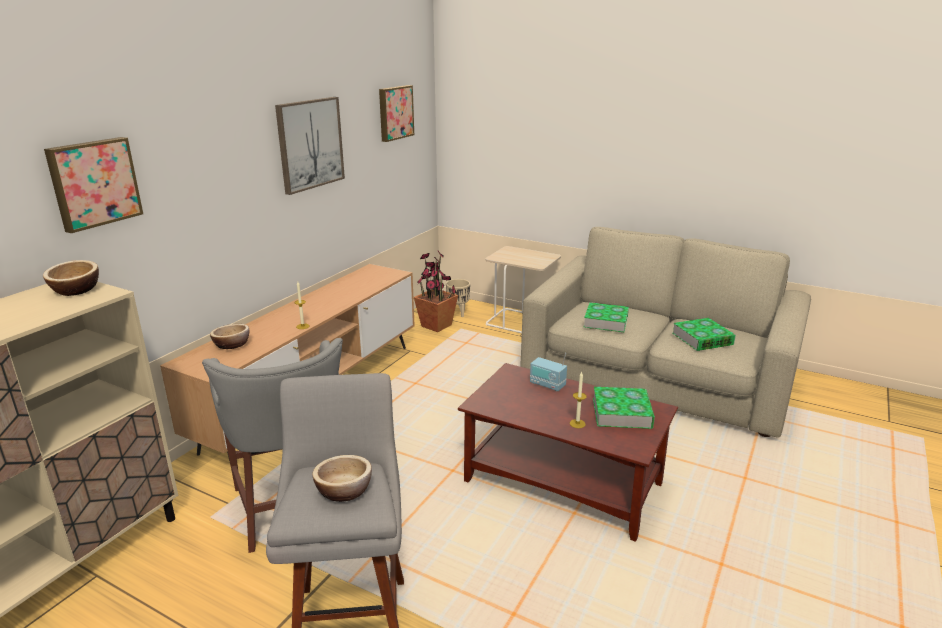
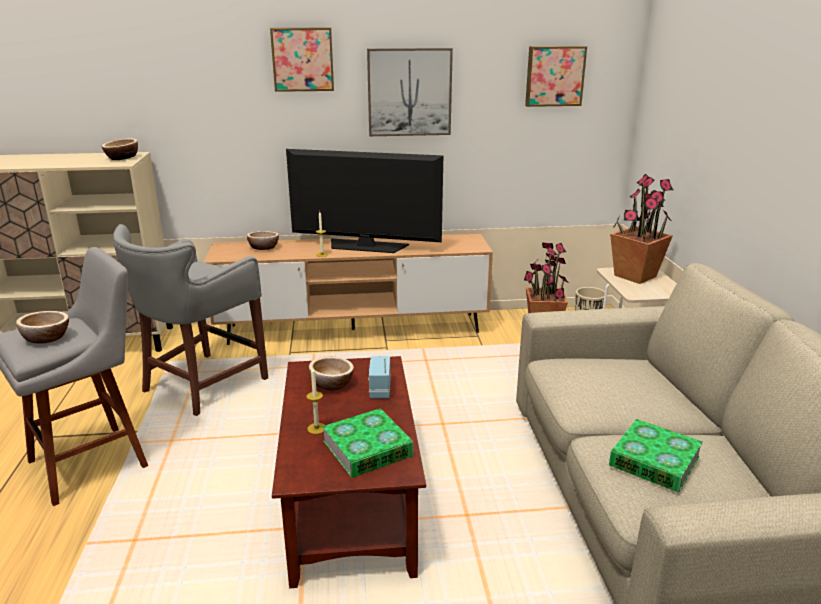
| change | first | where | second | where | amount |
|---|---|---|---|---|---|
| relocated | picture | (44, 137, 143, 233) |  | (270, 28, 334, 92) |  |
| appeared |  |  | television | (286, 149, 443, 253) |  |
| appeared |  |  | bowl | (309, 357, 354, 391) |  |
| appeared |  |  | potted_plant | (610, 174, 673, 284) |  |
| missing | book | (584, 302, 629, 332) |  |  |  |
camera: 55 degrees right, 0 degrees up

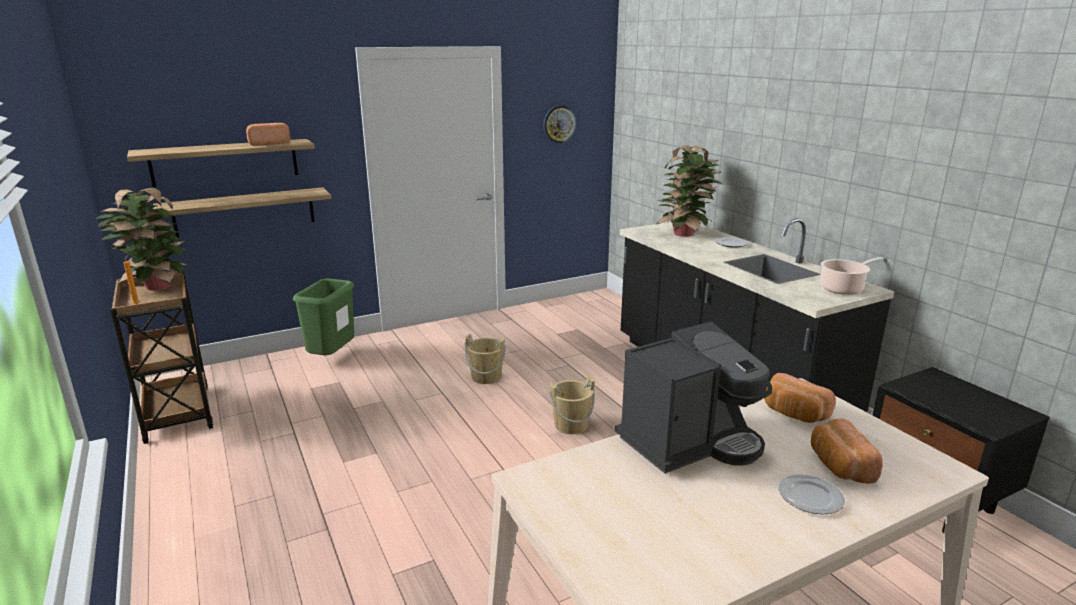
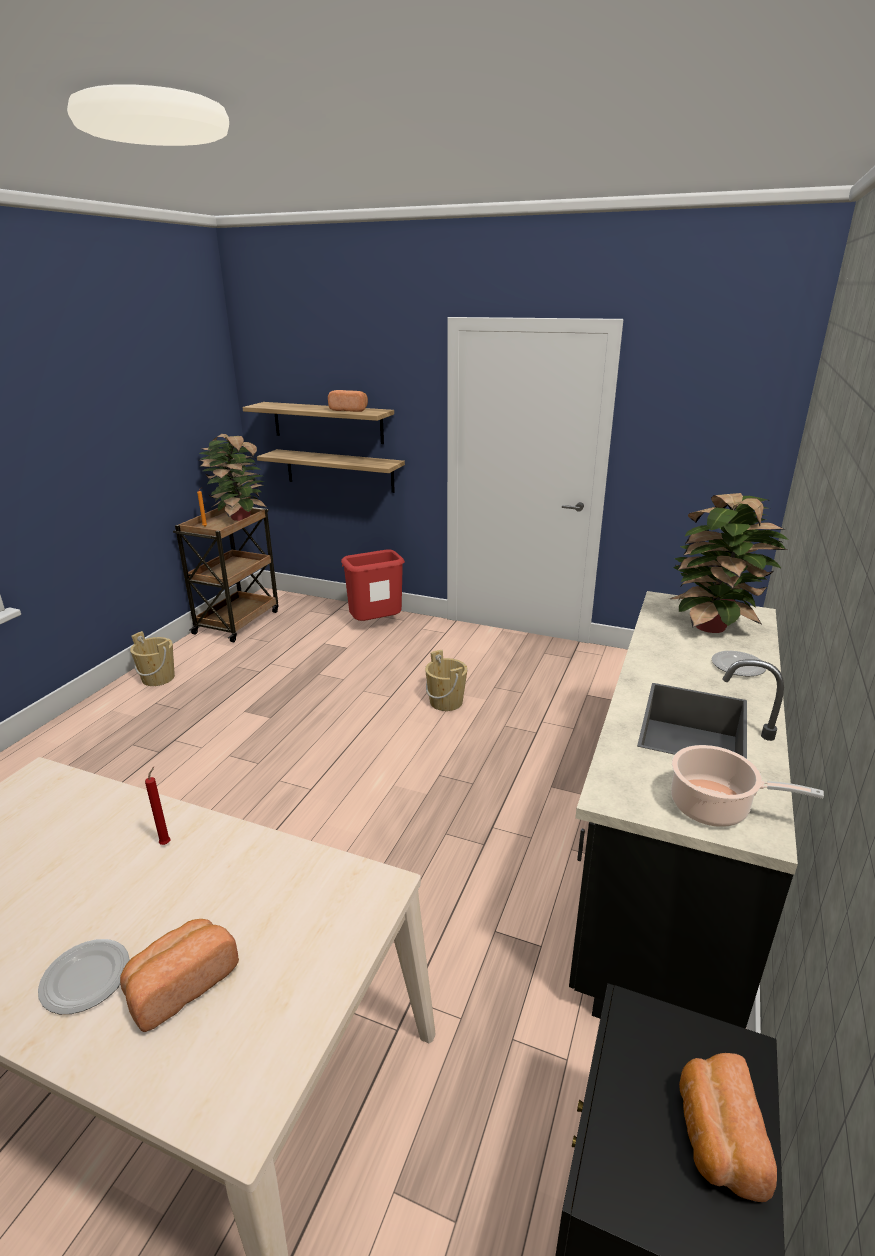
| change | first | where | second | where | amount |
|---|---|---|---|---|---|
| relocated | beige_bucket | (549, 375, 595, 434) |  | (130, 631, 175, 686) |  |
| exchanged | coffee_machine | (615, 322, 772, 474) | red_candle | (145, 767, 171, 845) |  |
| colour | green_trash_can | (293, 278, 354, 355) | red_trash_can | (341, 549, 405, 621) |  |
| relocated | bread | (764, 373, 836, 423) |  | (679, 1053, 777, 1202) |  |
| missing | wall_clock | (543, 105, 577, 143) |  |  |  |
camera: 50 degrees right, 5 degrees up

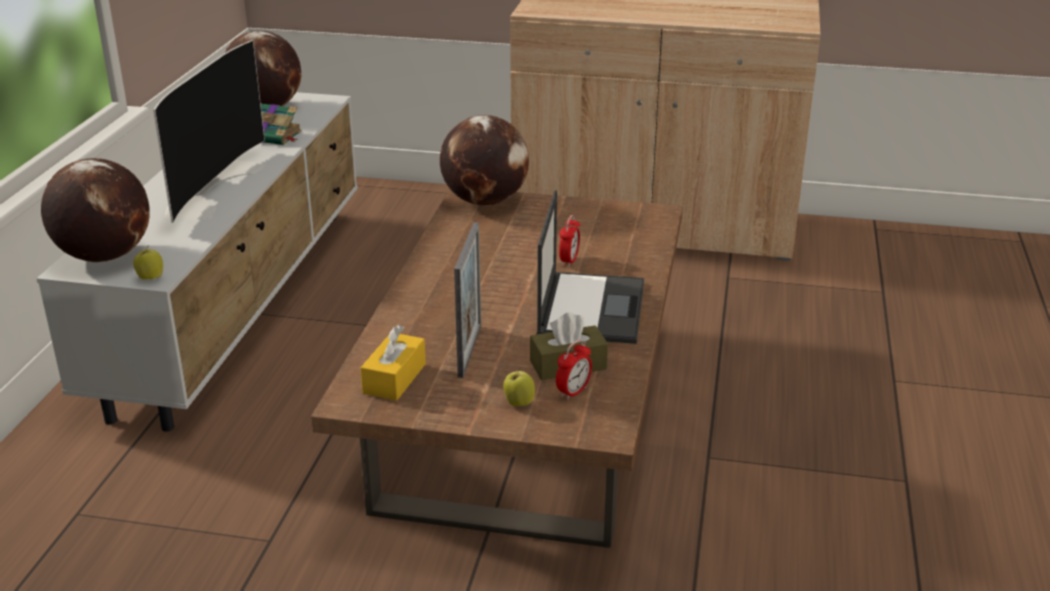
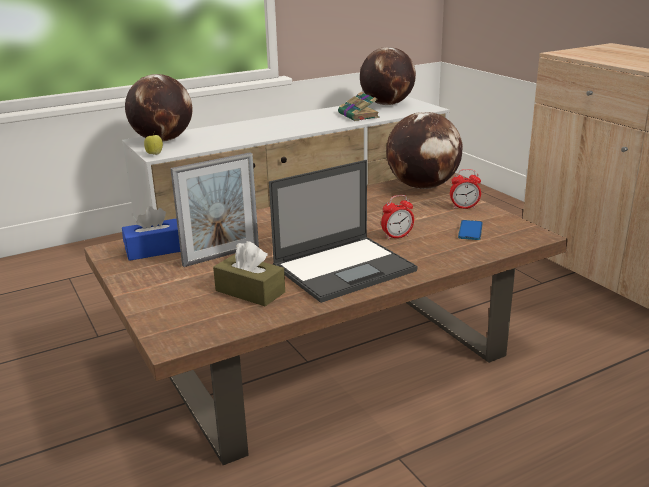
| change | first | where | second | where | amount |
|---|---|---|---|---|---|
| colour | yellow_tissue_box | (360, 325, 426, 401) | blue_tissue_box | (122, 206, 180, 261) |  |
| relocated | alarm_clock | (556, 340, 592, 400) |  | (450, 169, 481, 209) |  |
| appeared |  |  | phone | (458, 220, 483, 240) |  |
| missing | television | (153, 40, 266, 223) |  |  |  |
| missing | apple | (503, 367, 535, 406) |  |  |  |
camera: 50 degrees right, 5 degrees down

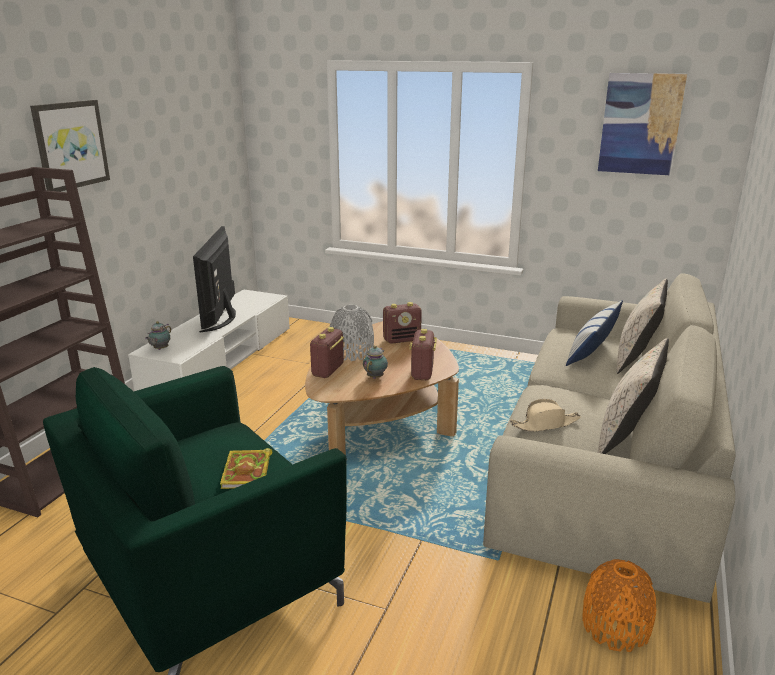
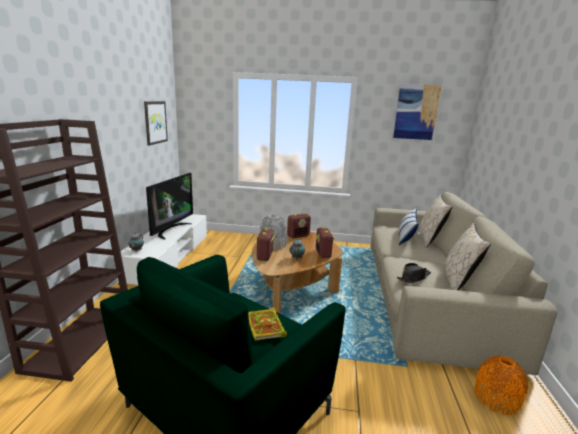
| change | first | where | second | where | amount |
|---|---|---|---|---|---|
| relocated | picture | (30, 100, 110, 192) |  | (144, 101, 168, 146) |  |
| spun | television | (193, 226, 236, 332) |  | (146, 173, 193, 240) | 150 degrees counterclockwise |
| colour | beige_hat | (510, 399, 581, 432) | black_hat | (397, 263, 431, 283) |  |
camera: 15 degrees left, 5 degrees down

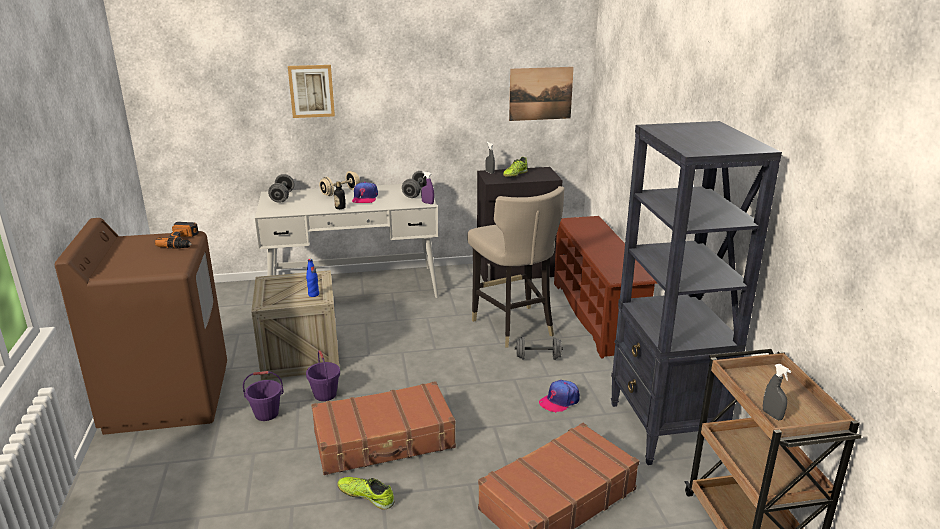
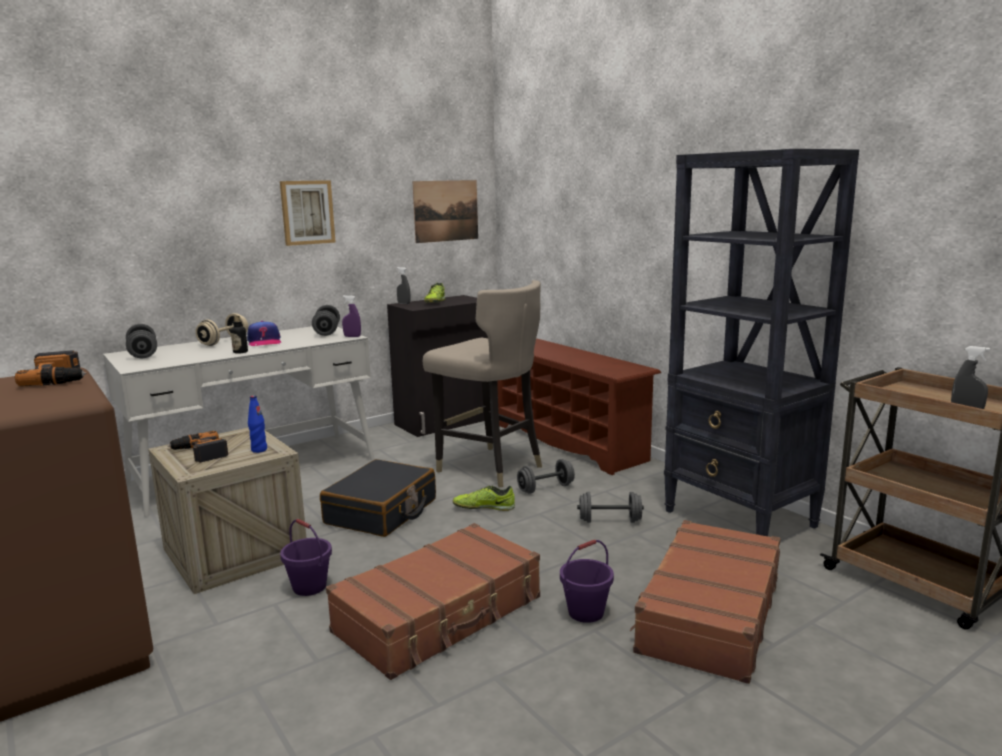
| change | first | where | second | where | amount |
|---|---|---|---|---|---|
| appeared |  |  | power_drill | (168, 431, 228, 462) |  |
| relocated | picture | (288, 65, 335, 118) |  | (280, 180, 336, 246) |  |
| appeared |  |  | black_suitcase | (320, 459, 436, 537) |  |
| relocated | shoe | (337, 477, 395, 510) |  | (453, 486, 515, 511) |  |
| relocated | purple_bucket | (243, 371, 284, 421) |  | (560, 539, 614, 623) |  |
| exchanged | cap | (539, 380, 580, 413) | grey_dumbbell | (577, 492, 644, 523) |  |
camera: 25 degrees left, 10 degrees down

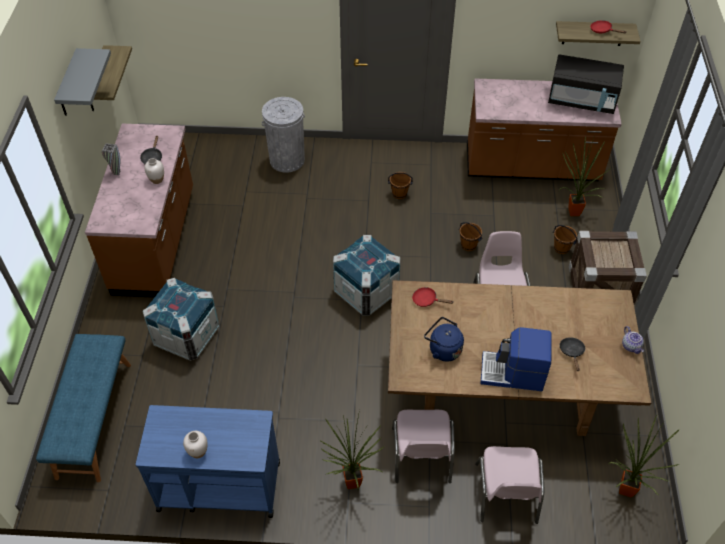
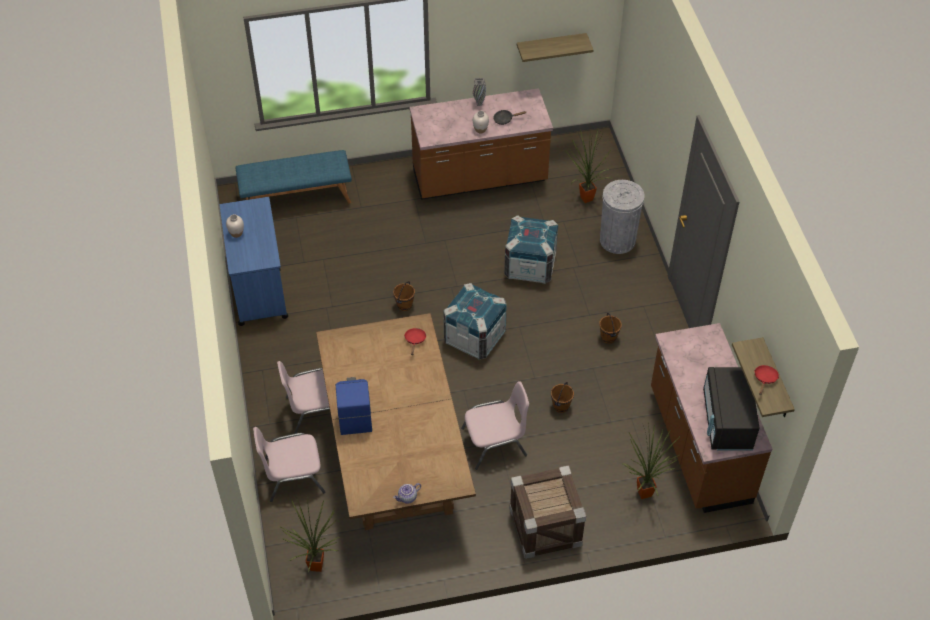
| change | first | where | second | where | amount |
|---|---|---|---|---|---|
| relocated | brown_bucket | (553, 225, 577, 254) |  | (393, 281, 415, 311) |  |
| relocated | crate | (143, 278, 220, 361) |  | (504, 215, 558, 284) |  |
| relocated | potted_plant | (320, 410, 385, 491) |  | (565, 129, 611, 203) |  |
| missing | grey_shelf | (54, 48, 111, 116) |  |  |  |
| missing | blue_kettle | (424, 317, 464, 362) |  |  |  |
| missing | black_frying_pan | (559, 337, 586, 371) |  |  |  |
camera: 75 degrees right, 0 degrees up

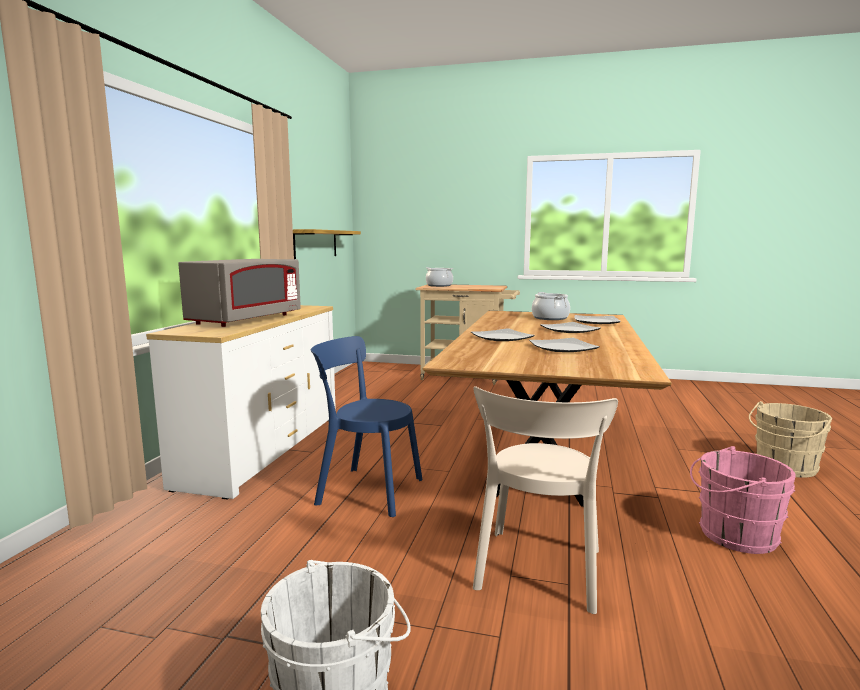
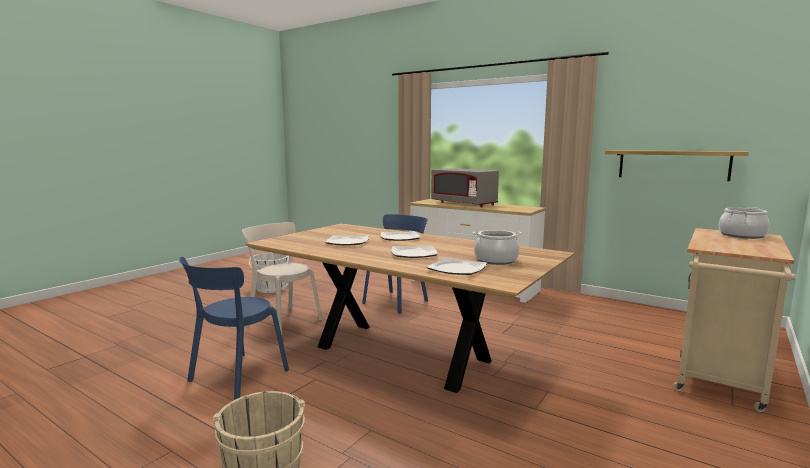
| change | first | where | second | where | amount |
|---|---|---|---|---|---|
| exchanged | pink_bucket | (690, 446, 796, 554) | blue_chair | (179, 257, 289, 400) |  |
camera: 110 degrees right, 0 degrees up

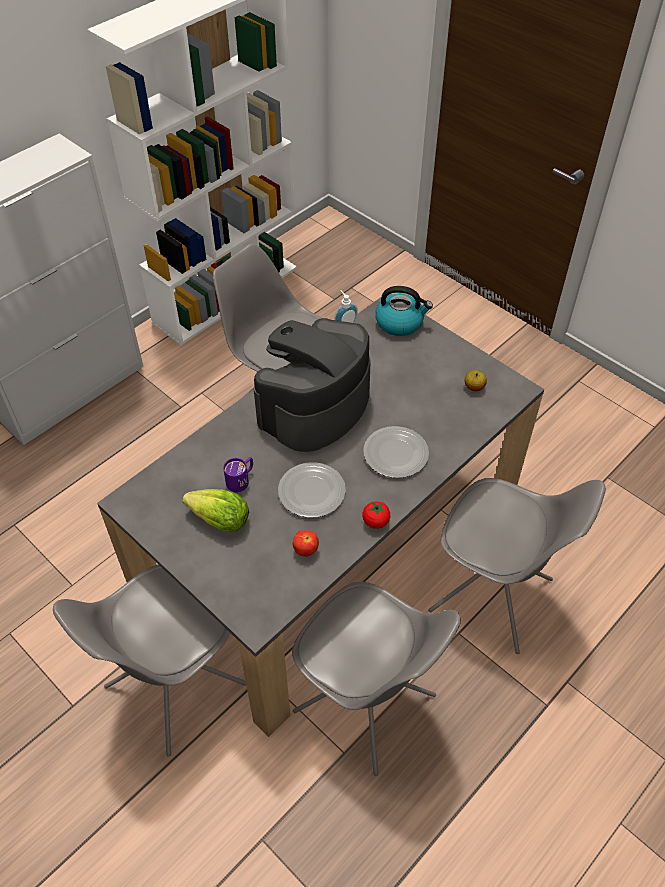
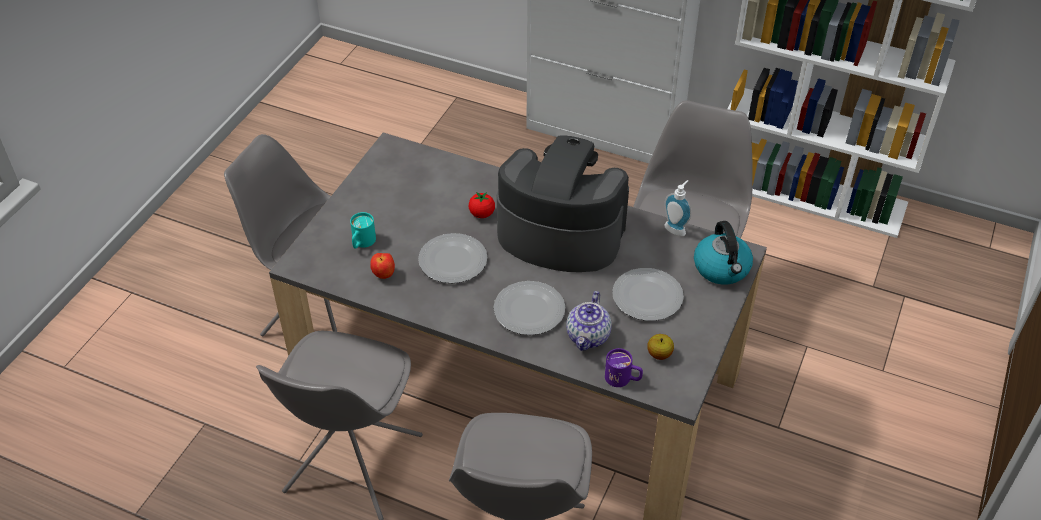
| change | first | where | second | where | amount |
|---|---|---|---|---|---|
| appeared |  |  | turquoise_mug | (350, 212, 376, 249) |  |
| relocated | tomato | (363, 501, 390, 529) |  | (469, 192, 495, 218) |  |
| appeared |  |  | teapot | (566, 291, 612, 351) |  |
| relocated | purple_mug | (223, 457, 253, 492) |  | (605, 348, 643, 387) |  |
| appeared |  |  | plate | (612, 268, 684, 321) |  |
| missing | lettuce | (182, 489, 249, 532) |  |  |  |
camera: 70 degrees right, 5 degrees down

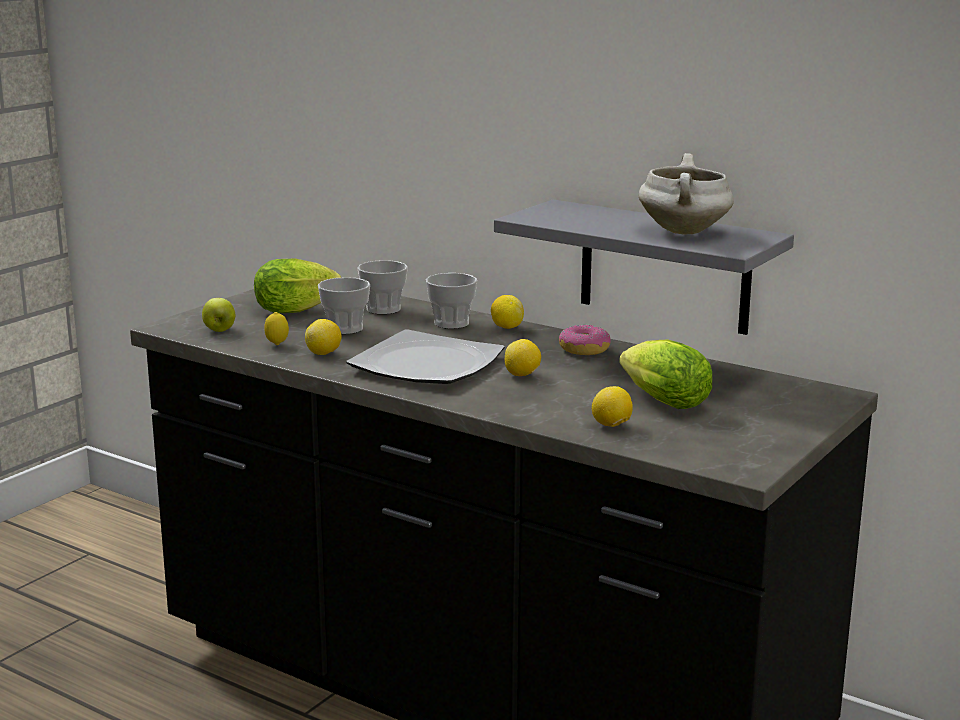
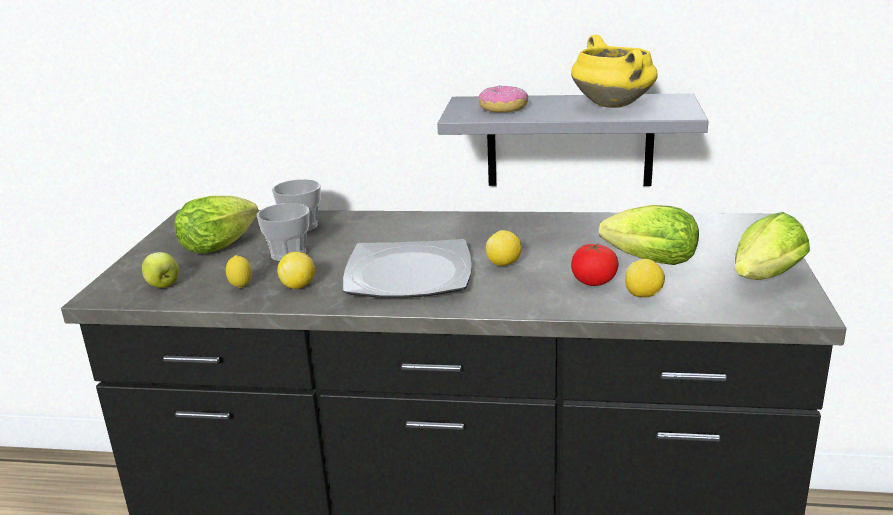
| change | first | where | second | where | amount |
|---|---|---|---|---|---|
| relocated | donut | (559, 325, 611, 355) |  | (478, 85, 528, 113) |  |
| colour | white_cooking_pot | (639, 153, 734, 234) | yellow_cooking_pot | (571, 35, 658, 108) |  |
| appeared |  |  | tomato | (571, 244, 618, 286) |  |
| appeared |  |  | lettuce | (735, 212, 810, 280) |  |
| missing | cup | (426, 273, 477, 329) |  |  |  |
| missing | lemon | (491, 295, 524, 329) |  |  |  |
camera: 25 degrees left, 5 degrees up

